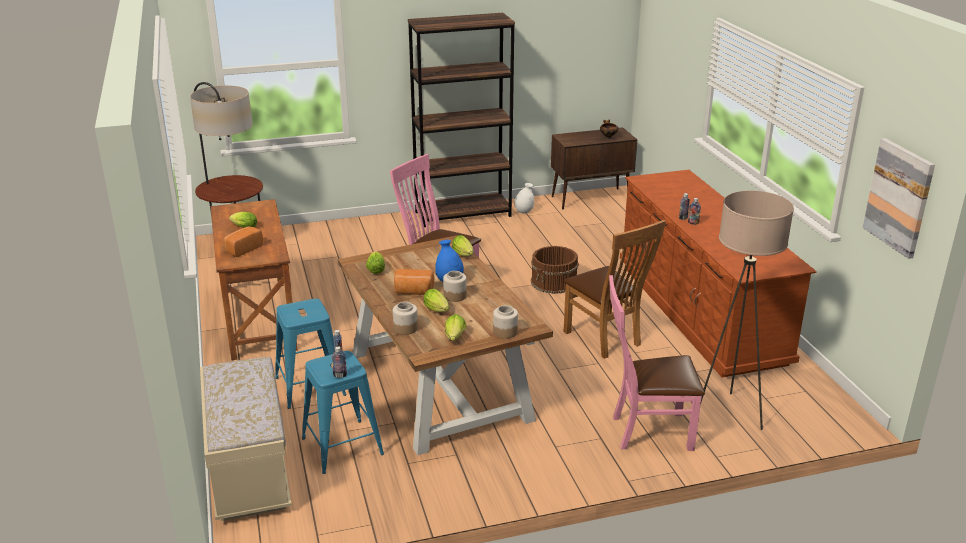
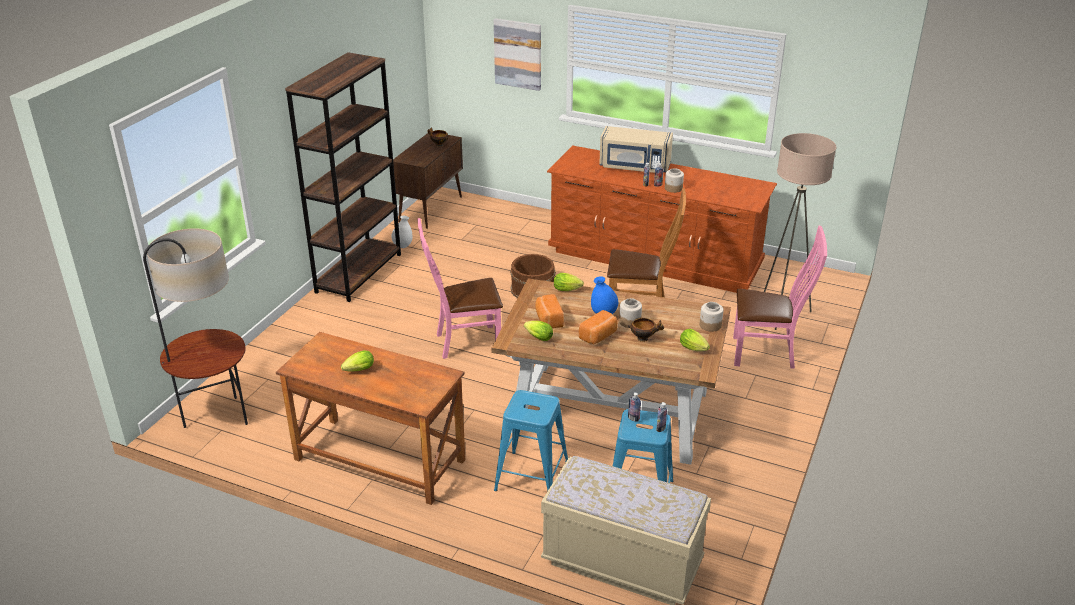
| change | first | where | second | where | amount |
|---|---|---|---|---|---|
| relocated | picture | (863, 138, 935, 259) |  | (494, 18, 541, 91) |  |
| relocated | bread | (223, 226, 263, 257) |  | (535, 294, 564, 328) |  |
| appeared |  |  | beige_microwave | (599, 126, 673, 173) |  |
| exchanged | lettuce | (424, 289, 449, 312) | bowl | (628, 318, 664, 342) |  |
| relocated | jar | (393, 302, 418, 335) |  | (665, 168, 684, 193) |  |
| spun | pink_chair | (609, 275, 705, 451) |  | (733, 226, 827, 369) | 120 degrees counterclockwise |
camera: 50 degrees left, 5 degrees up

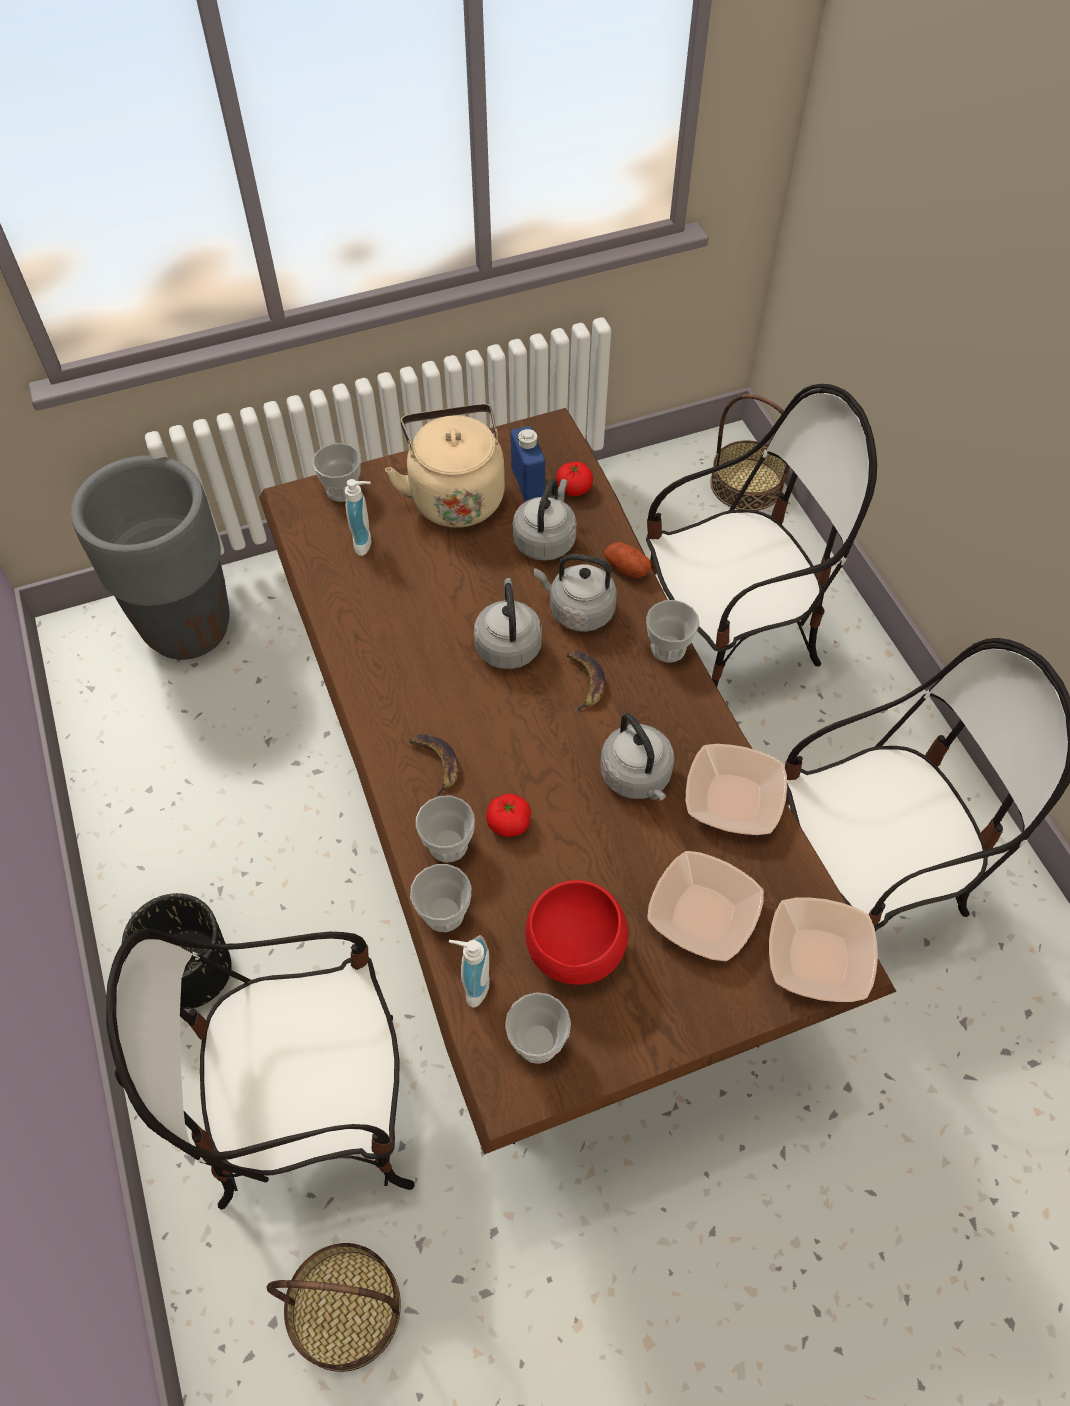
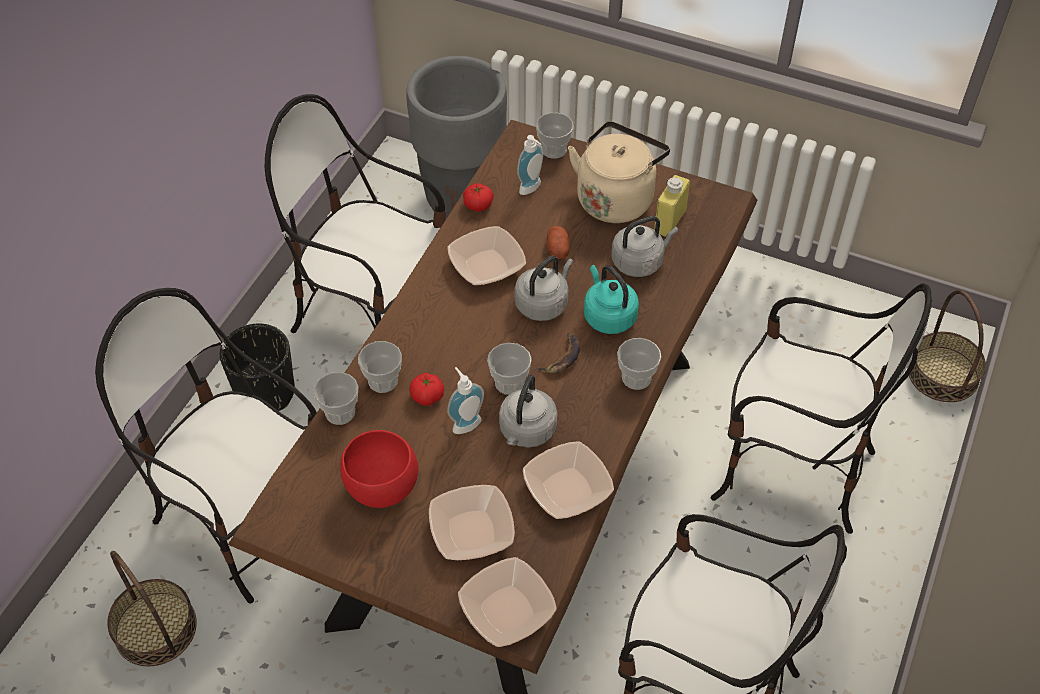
| change | first | where | second | where | amount |
|---|---|---|---|---|---|
| appeared |  |  | chair | (265, 94, 446, 333) |  |
| appeared |  |  | bowl | (447, 226, 526, 285) |  |
| relocated | soap_dispenser | (449, 935, 490, 1008) |  | (447, 367, 484, 434) |  |
| relocated | tomato | (556, 461, 593, 496) |  | (463, 183, 494, 212) |  |
| relocated | cup | (505, 992, 571, 1064) |  | (487, 343, 532, 395) |  |
| relocated | potato | (604, 542, 651, 578) |  | (546, 226, 569, 259) |  |
| colour | grey_kettle | (534, 554, 617, 632) | turquoise_kettle | (584, 265, 639, 334) |  |
| colour | blue_bottle | (511, 426, 545, 502) | yellow_bottle | (654, 175, 690, 237) |  |
| missing | banana | (409, 734, 459, 798) |  |  |  |
camera: 45 degrees right, 5 degrees down

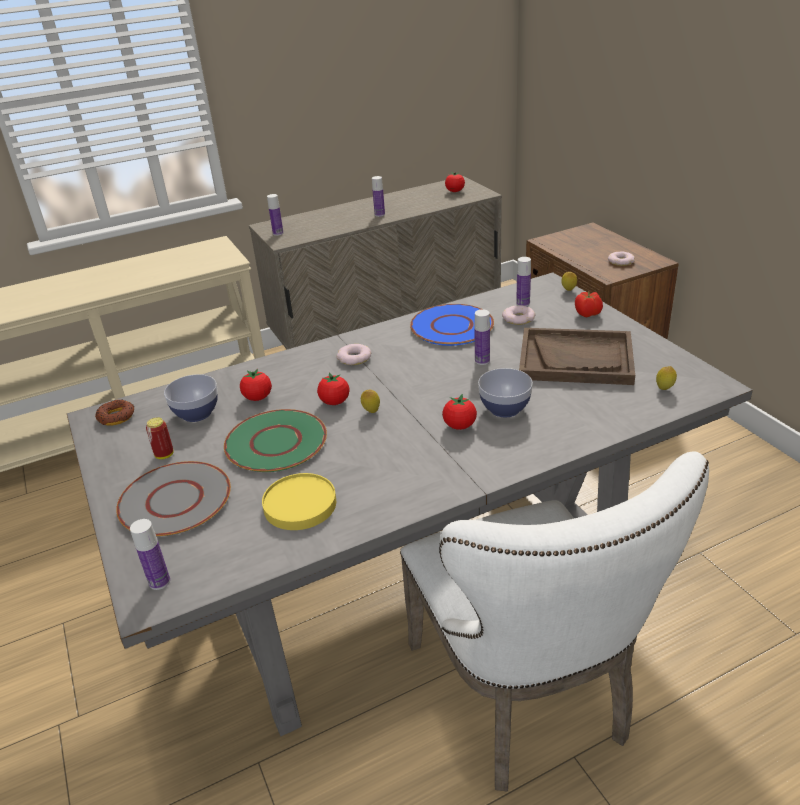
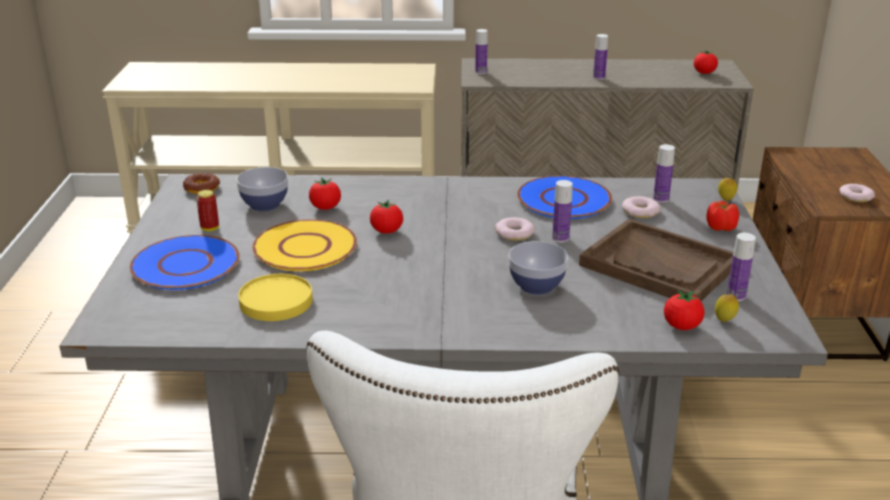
| change | first | where | second | where | amount |
|---|---|---|---|---|---|
| colour | grey_plate | (116, 461, 231, 536) | blue_plate | (130, 235, 240, 290) |  |
| colour | green_plate | (224, 409, 327, 472) | yellow_plate | (252, 219, 357, 271) |  |
| relocated | donut | (336, 344, 371, 365) |  | (495, 217, 535, 241) |  |
| relocated | tomato | (442, 394, 477, 430) |  | (664, 290, 705, 330) |  |
| relocated | bottle | (130, 519, 170, 590) |  | (727, 233, 756, 301) |  |
| missing | lemon | (361, 389, 380, 413) |  |  |  |
camera: 25 degrees right, 5 degrees down

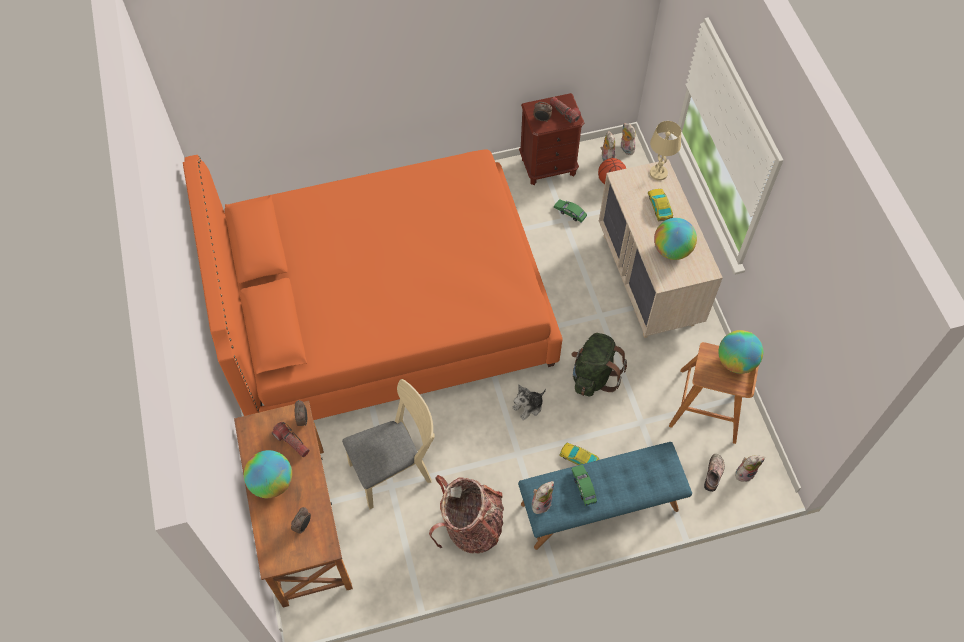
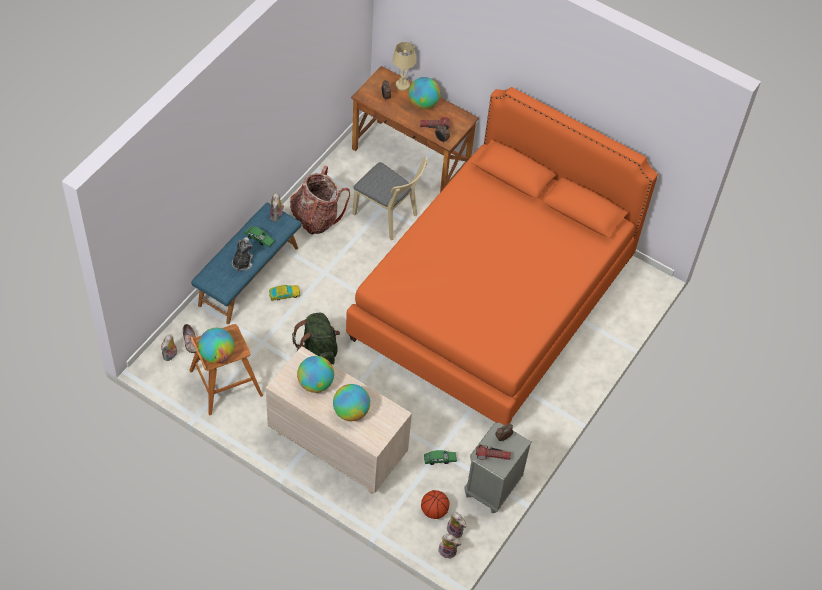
| change | first | where | second | where | amount |
|---|---|---|---|---|---|
| relocated | plush_toy | (512, 385, 546, 420) |  | (232, 237, 253, 271) |  |
| exchanged | toy_car | (648, 189, 673, 222) | globe | (333, 384, 370, 421) |  |
| spun | beige_chair | (342, 379, 435, 509) |  | (352, 156, 428, 240) | 75 degrees counterclockwise |
| relocated | beige_table_lamp | (650, 121, 681, 180) |  | (392, 42, 416, 91) |  |
| colour | brown_nightstand | (519, 93, 584, 185) | grey_nightstand | (464, 422, 531, 513) |  |
camera: 135 degrees right, 5 degrees down

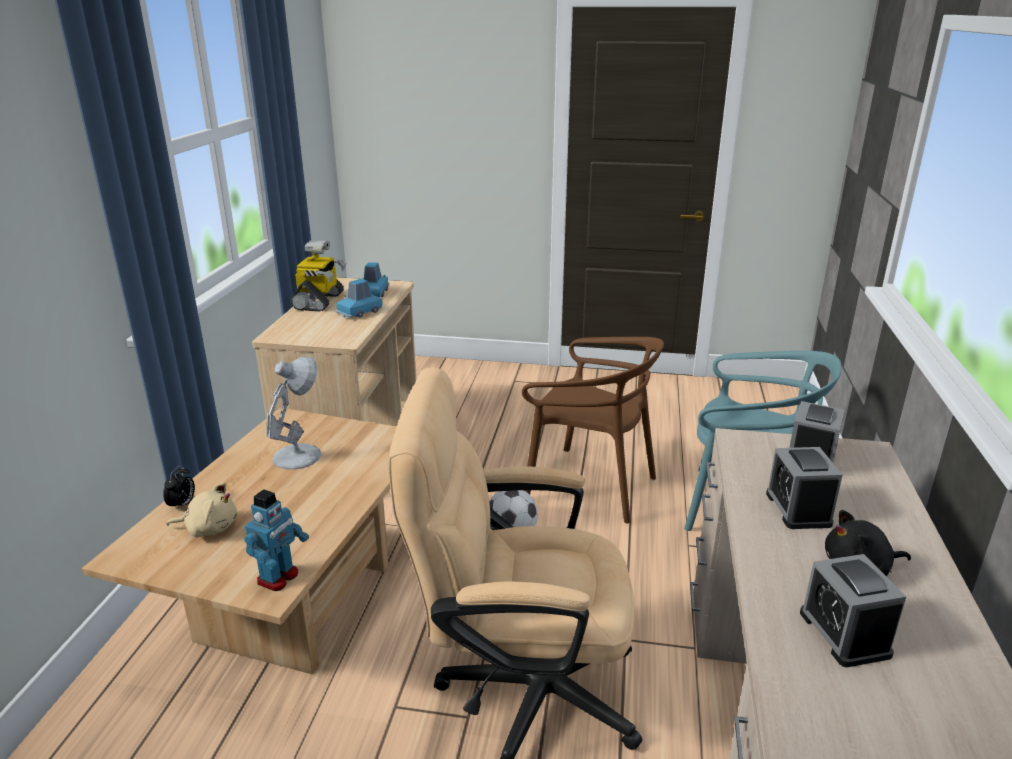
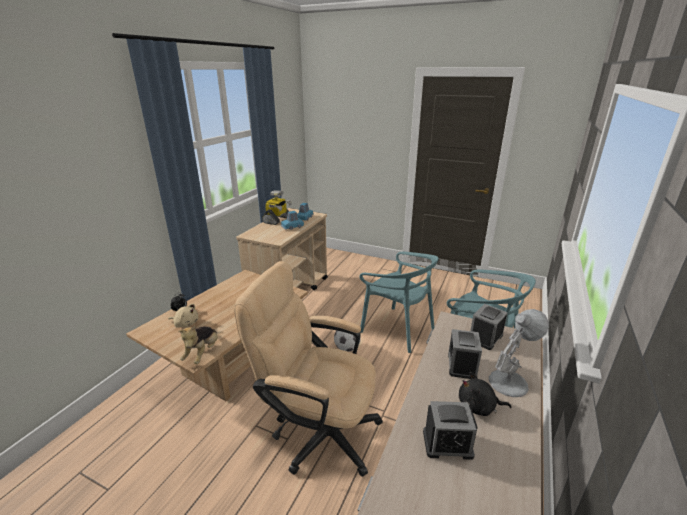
| change | first | where | second | where | amount |
|---|---|---|---|---|---|
| exchanged | toy_robot | (244, 489, 309, 591) | plush_toy | (178, 325, 218, 364) |  |
| colour | brown_chair | (522, 337, 664, 523) | turquoise_chair | (359, 252, 439, 353) |  |
| spun | alarm_clock | (800, 554, 906, 667) |  | (423, 401, 478, 460) | 90 degrees counterclockwise |
| relocated | white_table_lamp | (266, 357, 321, 470) |  | (489, 309, 549, 397) |  |
camera: 15 degrees right, 0 degrees up

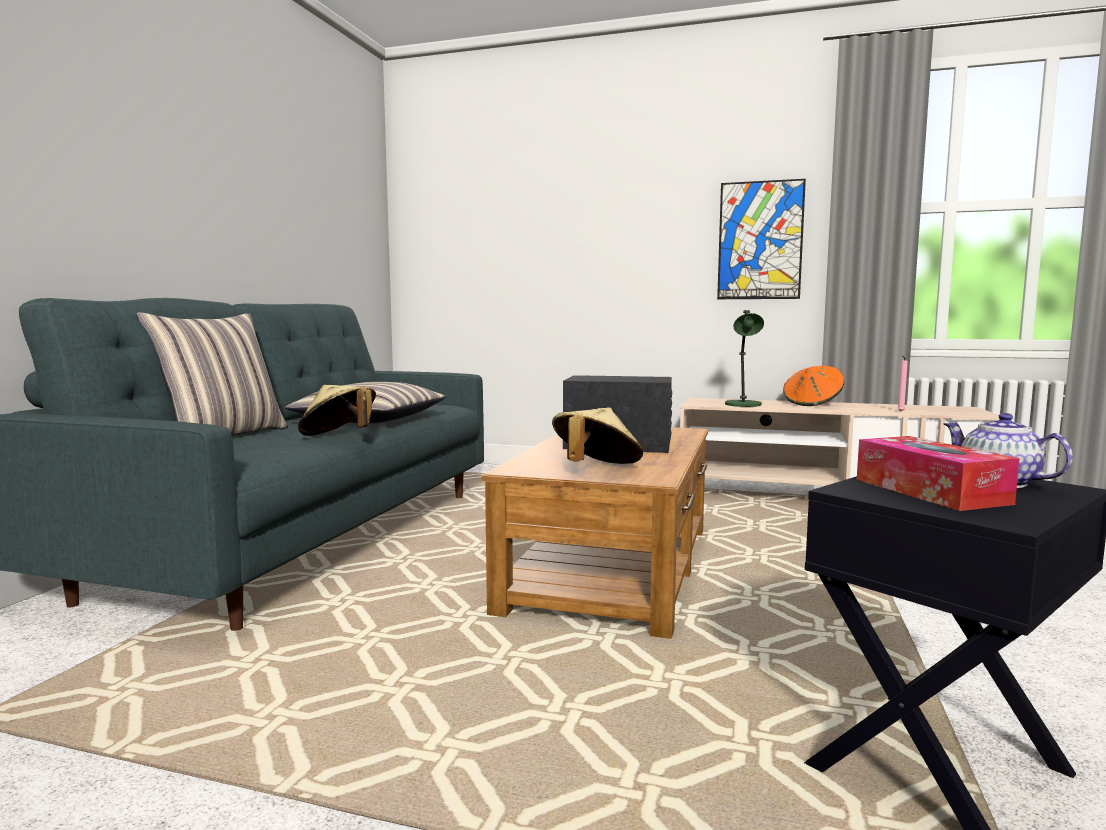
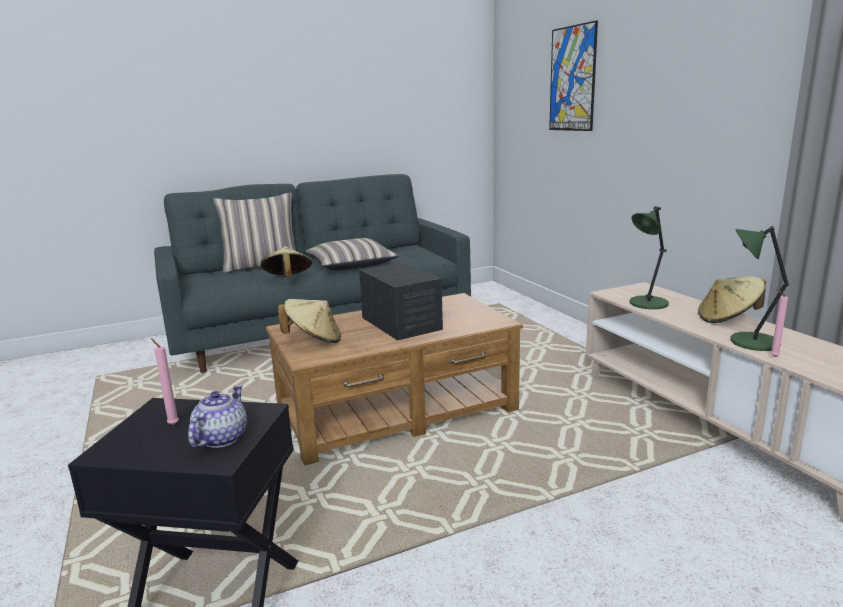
| change | first | where | second | where | amount |
|---|---|---|---|---|---|
| exchanged | tissue_box | (857, 436, 1019, 511) | pink_candle | (151, 338, 179, 425) |  |
| relocated | picture | (717, 179, 806, 299) |  | (549, 20, 598, 131) |  |
| colour | orange_hat | (783, 366, 844, 406) | beige_hat | (698, 276, 766, 323) |  |
| appeared |  |  | green_table_lamp | (730, 226, 789, 351) |  |
camera: 50 degrees right, 10 degrees up

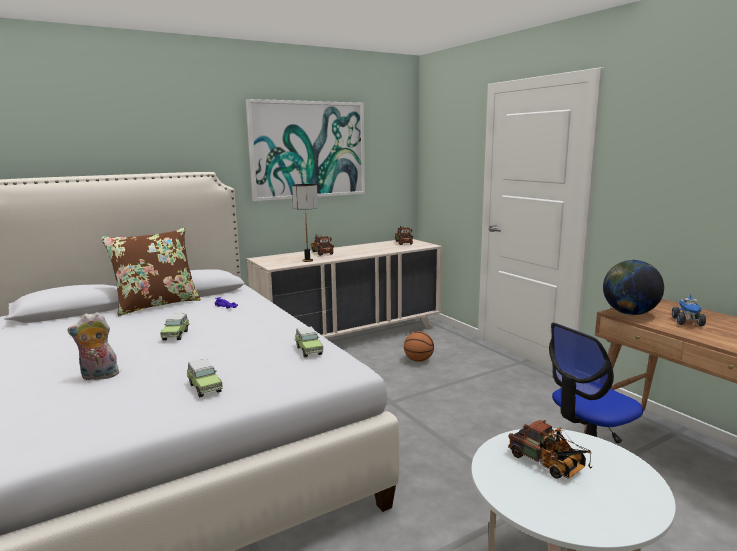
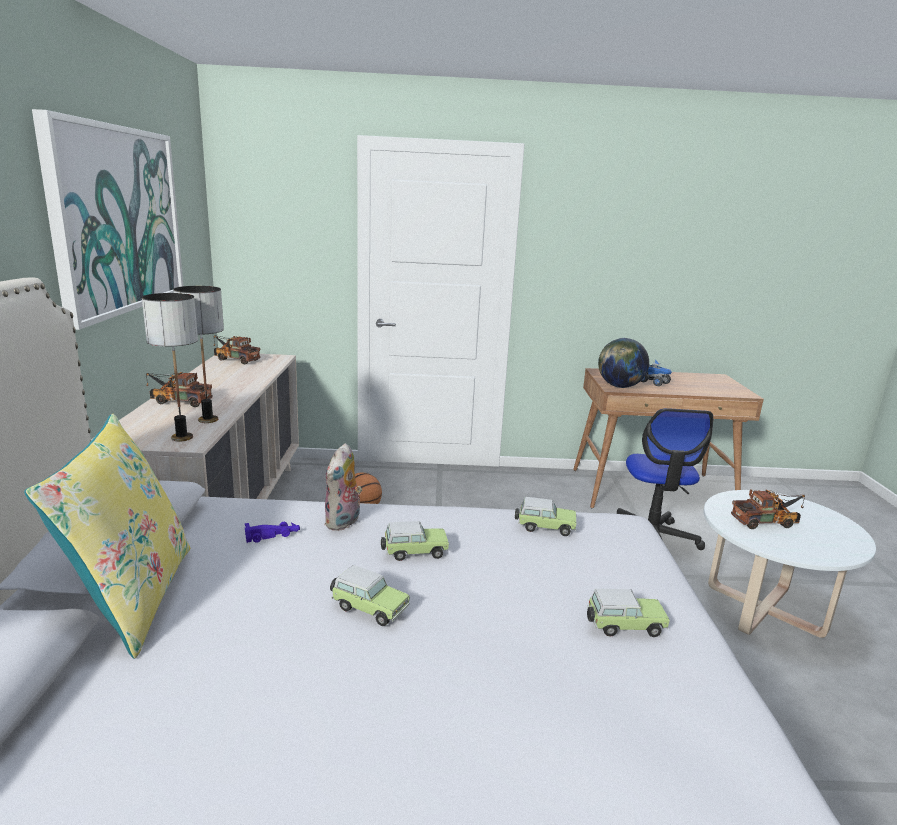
| change | first | where | second | where | amount |
|---|---|---|---|---|---|
| colour | brown_pillow | (101, 228, 201, 316) | yellow_pillow | (24, 414, 190, 659) |  |
| appeared |  |  | table_lamp | (142, 293, 198, 441) |  |
| relocated | plush_toy | (68, 312, 119, 380) |  | (324, 443, 362, 531) |  |
| appeared |  |  | toy_car | (381, 521, 449, 561) |  |
camera: 60 degrees left, 5 degrees up

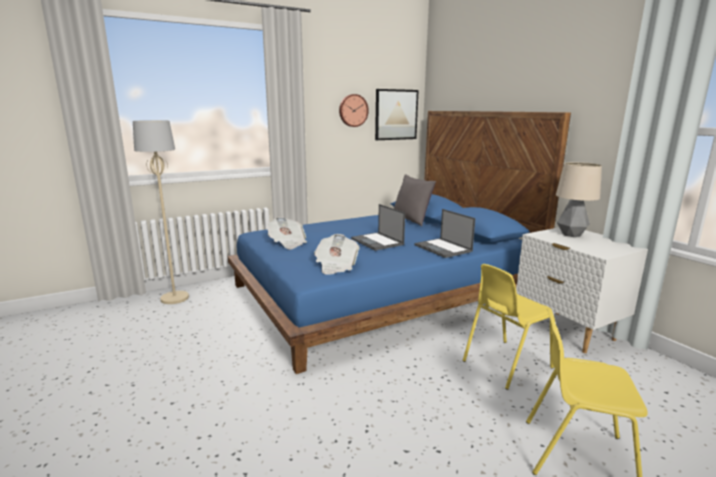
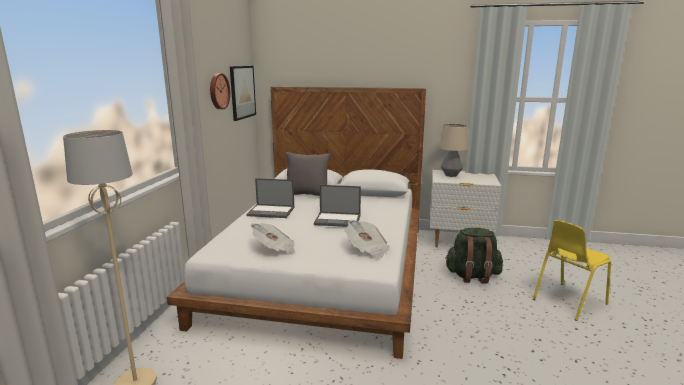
| change | first | where | second | where | amount |
|---|---|---|---|---|---|
| colour | blue_bed | (228, 111, 571, 374) | white_bed | (167, 86, 426, 359) |  |
| relocated | laptop | (415, 209, 476, 258) |  | (246, 178, 294, 218) |  |
| exchanged | yellow_chair | (463, 264, 554, 390) | green_backpack | (445, 228, 503, 283) |  |
camera: 50 degrees left, 0 degrees up

